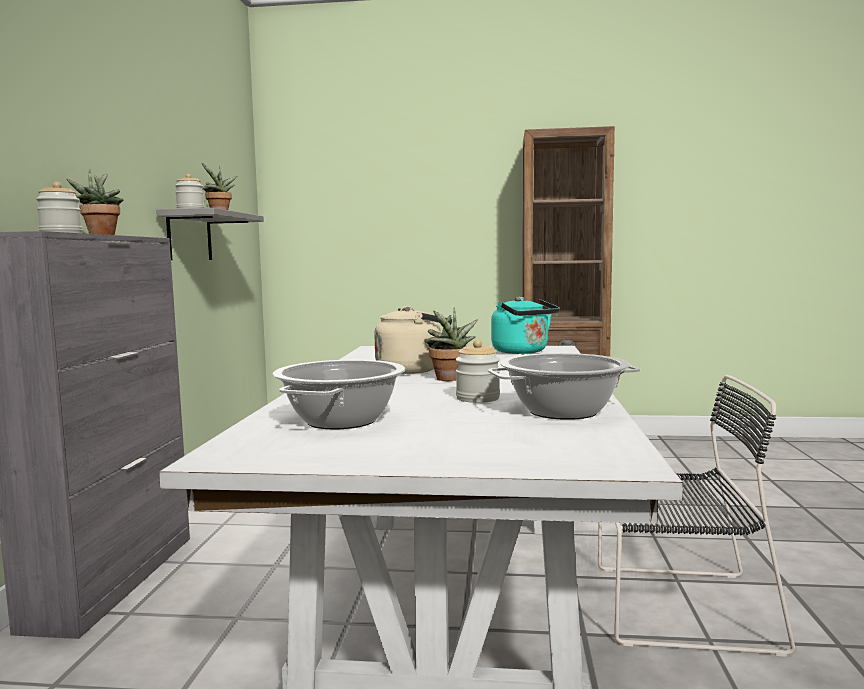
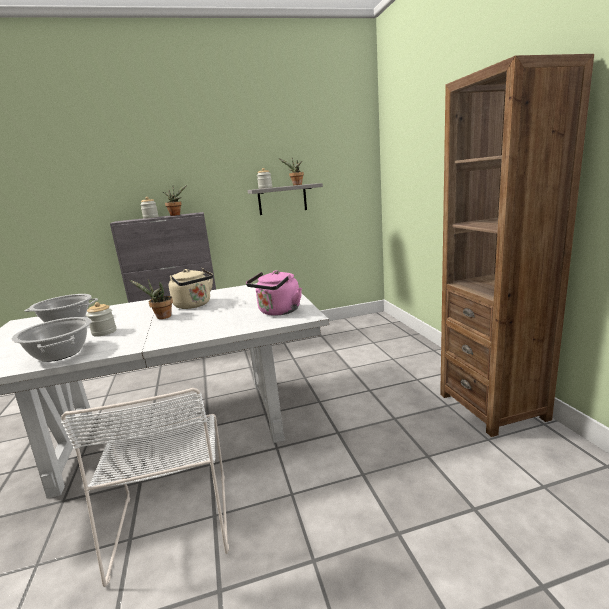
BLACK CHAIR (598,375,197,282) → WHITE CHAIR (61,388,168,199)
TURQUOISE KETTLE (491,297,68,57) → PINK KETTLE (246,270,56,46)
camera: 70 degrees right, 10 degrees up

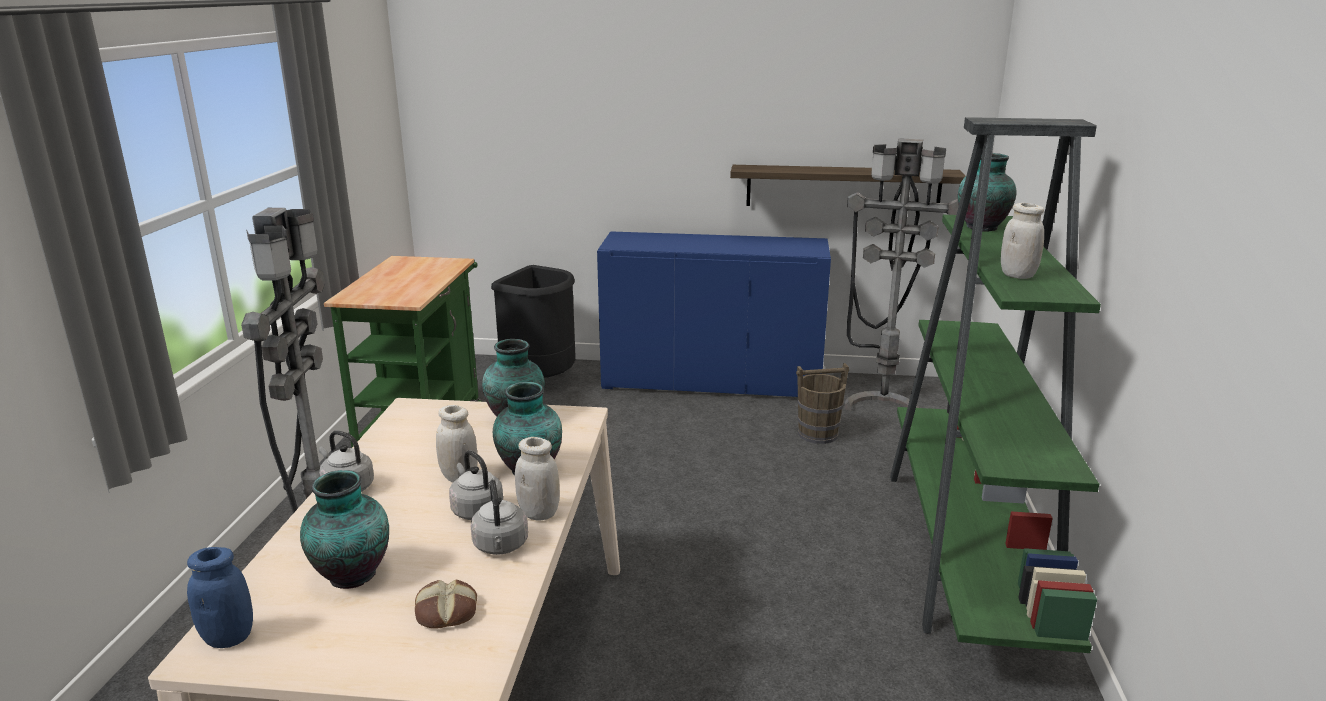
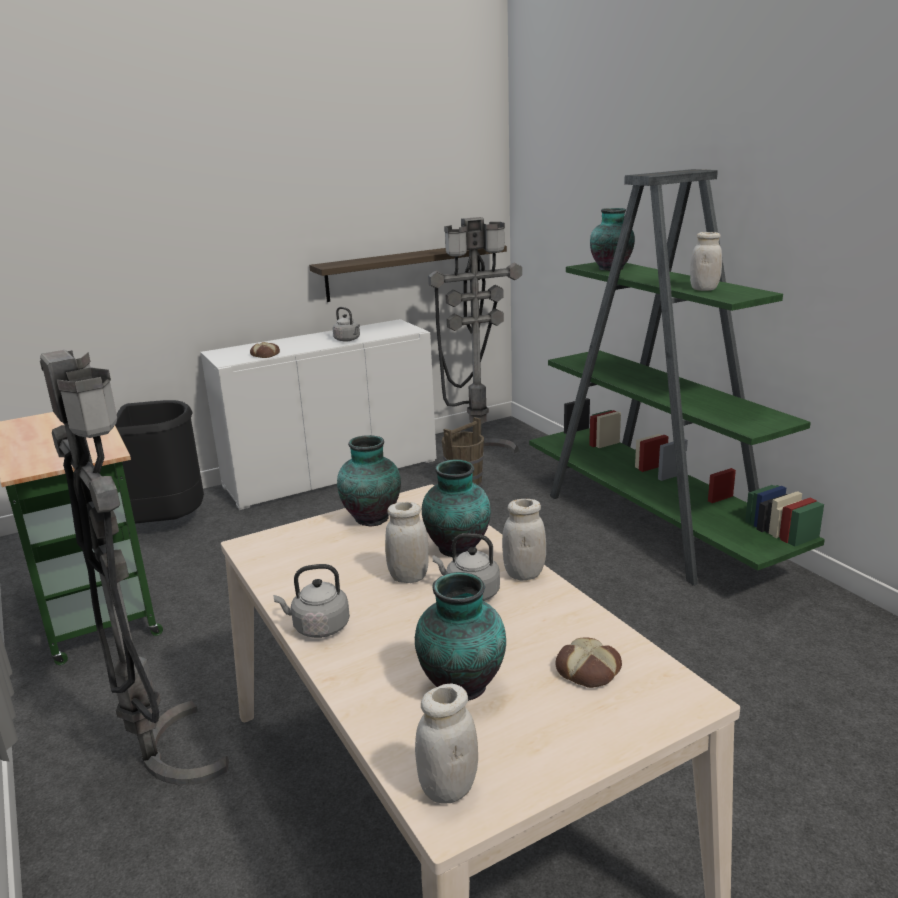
BLUE CABINET (597,231,234,166) → WHITE CABINET (200,319,237,191)
- → BREAD (250,342,30,16)
GREY KETTLE (471,479,57,76) → GREY KETTLE (333,307,27,35), shifted
BLUE JAR (187,547,66,101) → WHITE JAR (415,684,63,120)
camera: 35 degrees left, 0 degrees up

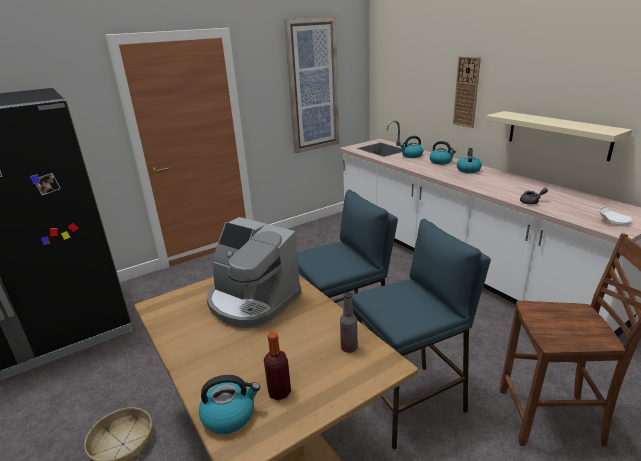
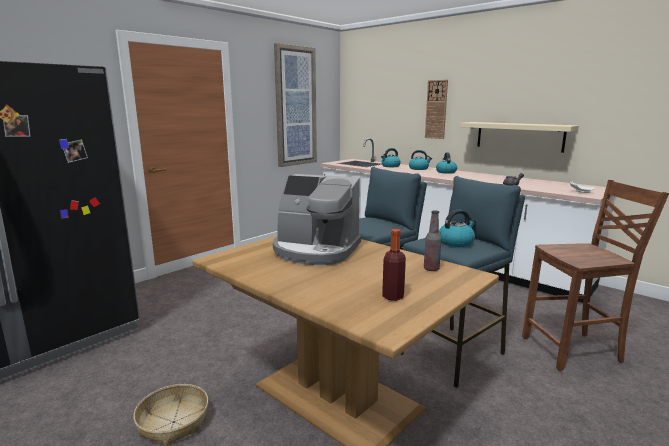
KETTLE (199,375,61,59) → KETTLE (439,210,37,37), shifted
camera: 15 degrees left, 10 degrees down

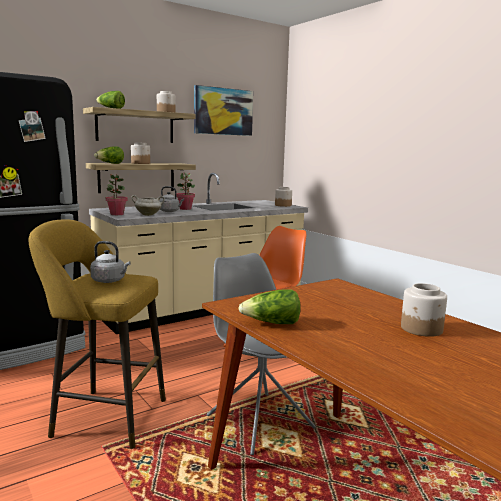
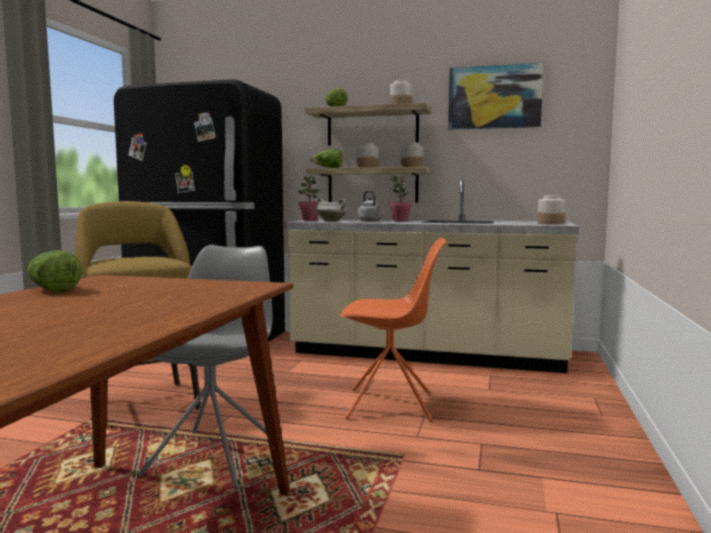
JAR (401,283,46,54) → JAR (401,142,22,25), shifted
GREY KETTLE (90,241,40,42) → -
camera: 50 degrees right, 5 degrees down

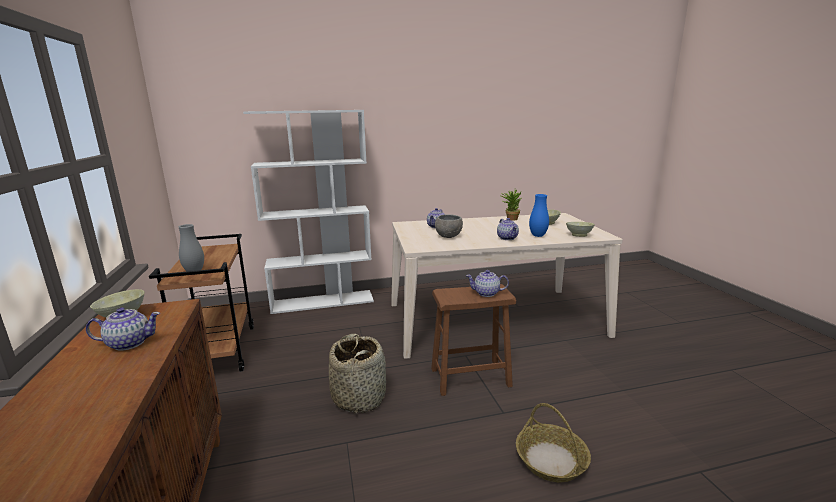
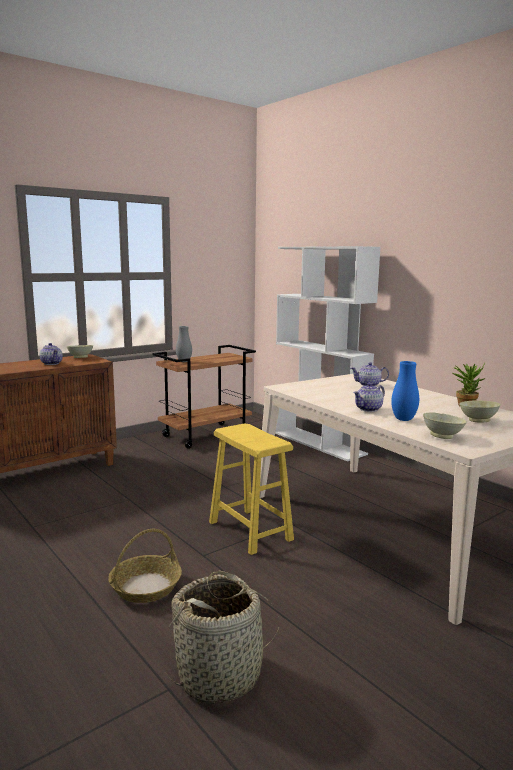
BASKET (329,334,57,80) → BASKET (166,571,113,133), shifted
BROWN STOOL (431,284,85,112) → YELLOW STOOL (209,423,85,132)
GREY BOWL (435,214,28,24) → -
TEAPOT (466,270,43,27) → -
camera: 65 degrees right, 5 degrees down

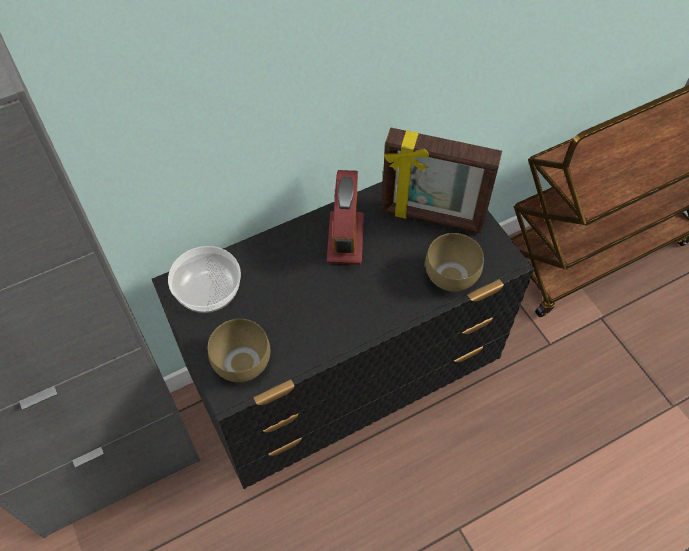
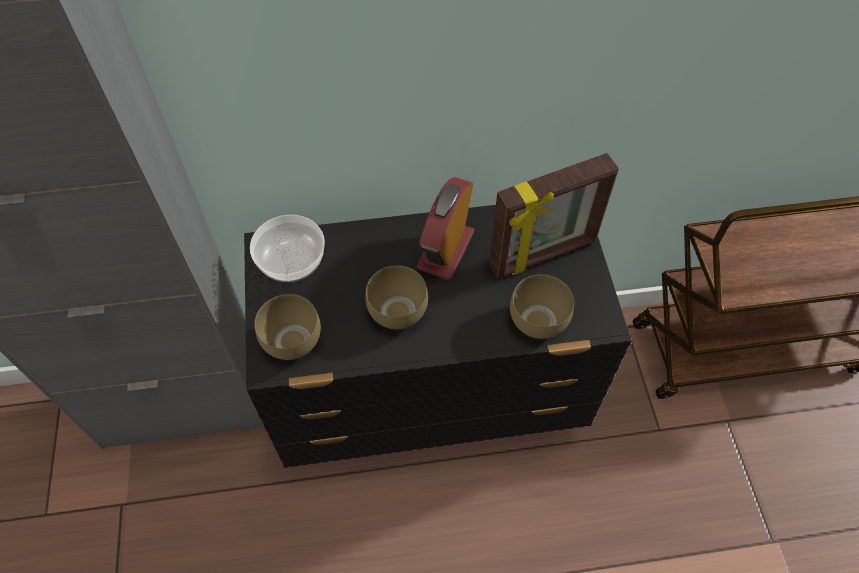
- → BROWN BOWL (365,265,63,64)
PICTURE FRAME (381,128,121,106) → PICTURE FRAME (489,153,130,126), 60 degrees counterclockwise
camera: 20 degrees right, 0 degrees up

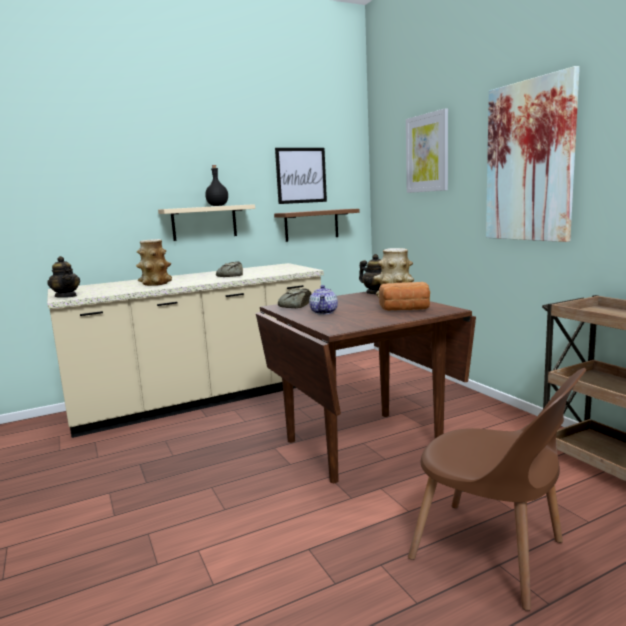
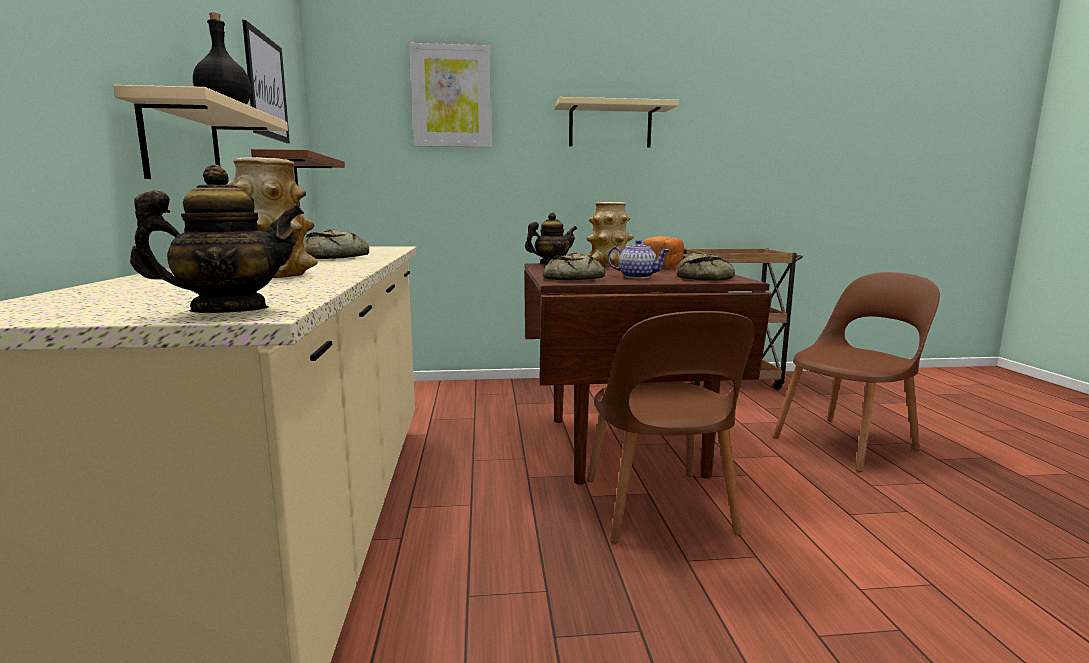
PICTURE (486,66,94,176) → BEIGE SHELF (554,97,125,51)
- → BROWN CHAIR (587,311,168,232)
- → BREAD (677,253,58,28)
camera: 70 degrees left, 0 degrees up

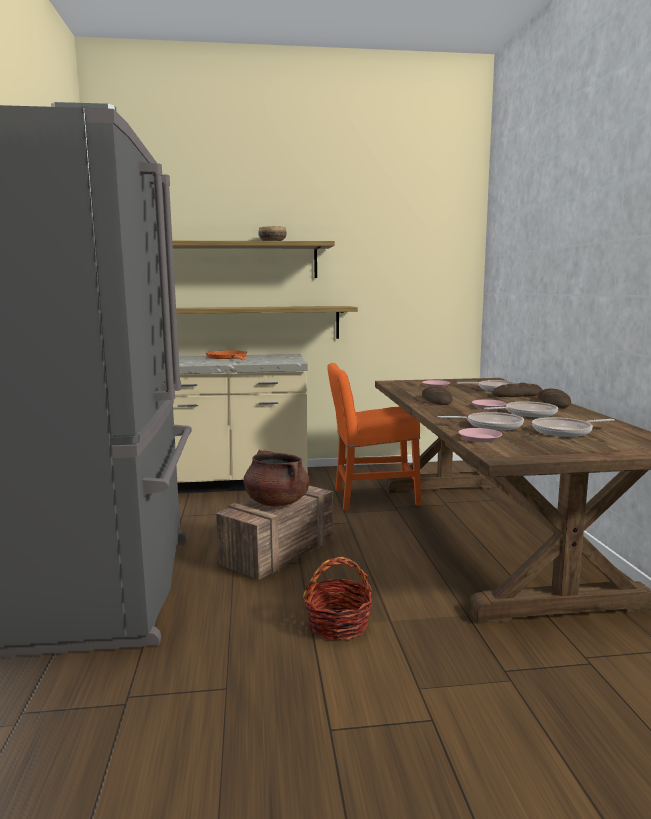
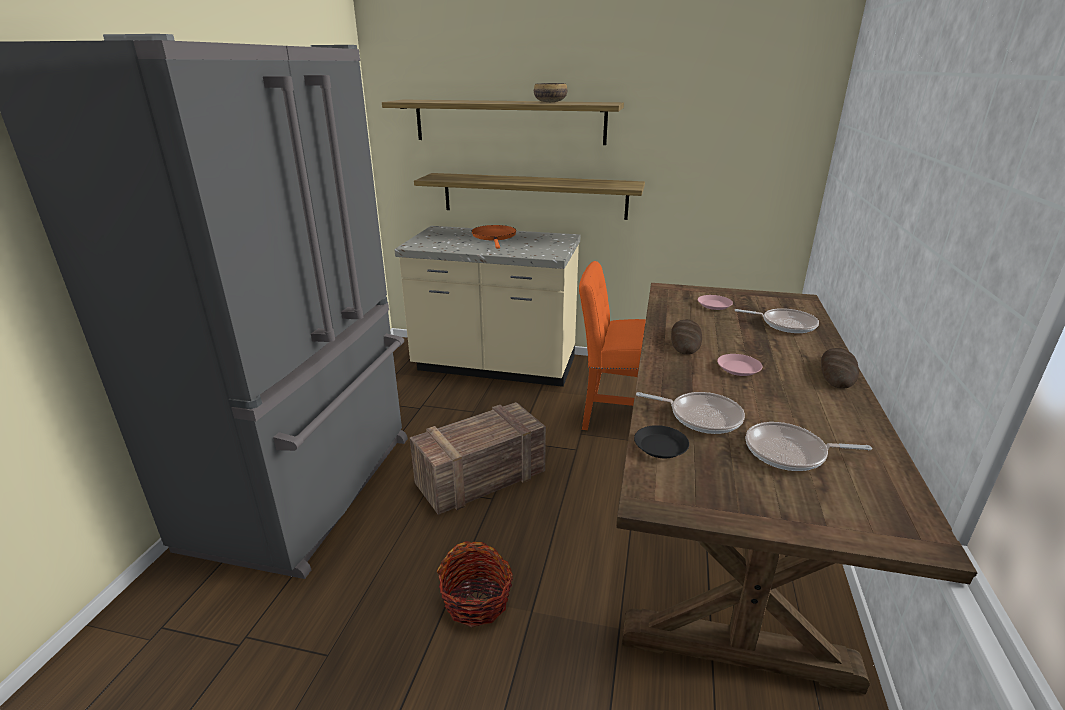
PINK PLATE (458,428,44,14) → BLACK PLATE (634,425,55,33)
BROWN COOKING POT (243,450,66,56) → -
FRYING PAN (484,401,74,16) → -
BREAD (492,383,50,14) → -
camera: 20 degrees right, 15 degrees up

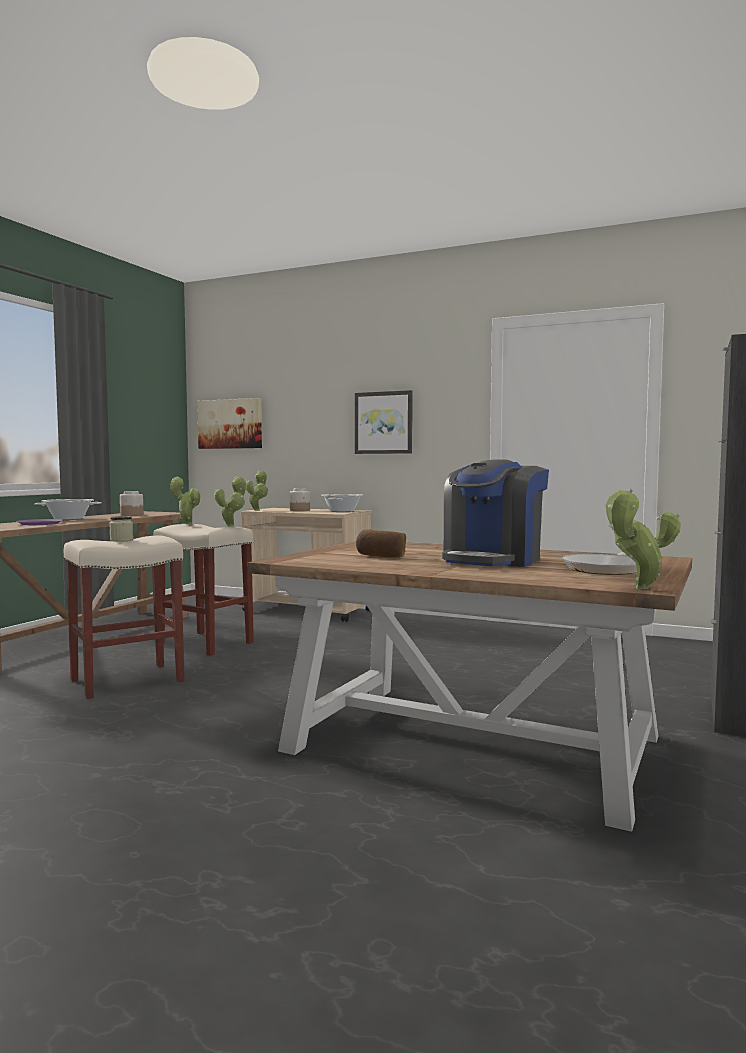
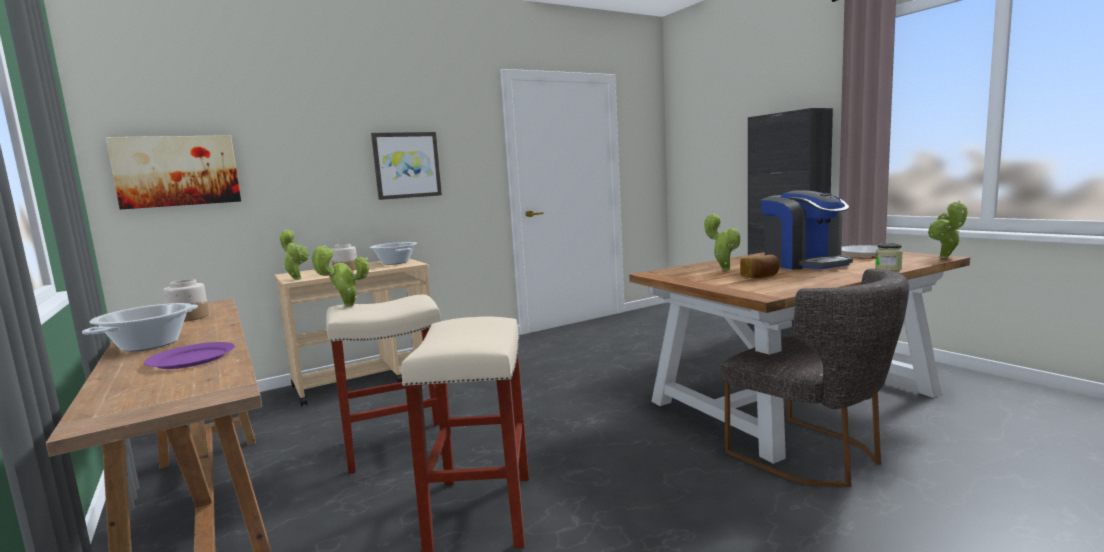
POTTED PLANT (214,477,32,50) → POTTED PLANT (704,213,36,57), shifted
- → GREY CHAIR (721,269,188,218)
JAR (109,516,24,26) → JAR (875,243,28,28), shifted
camera: 55 degrees left, 5 degrees up

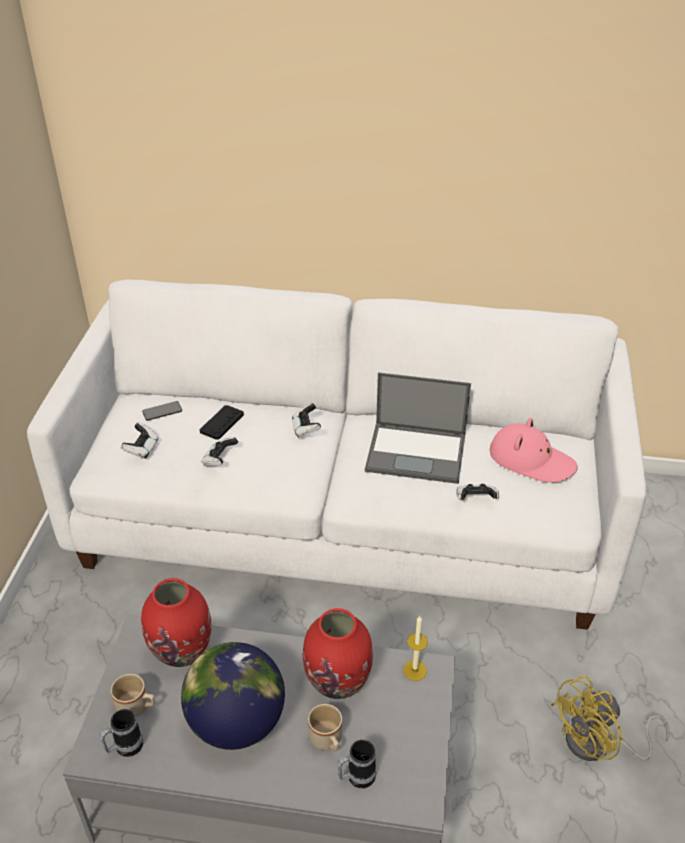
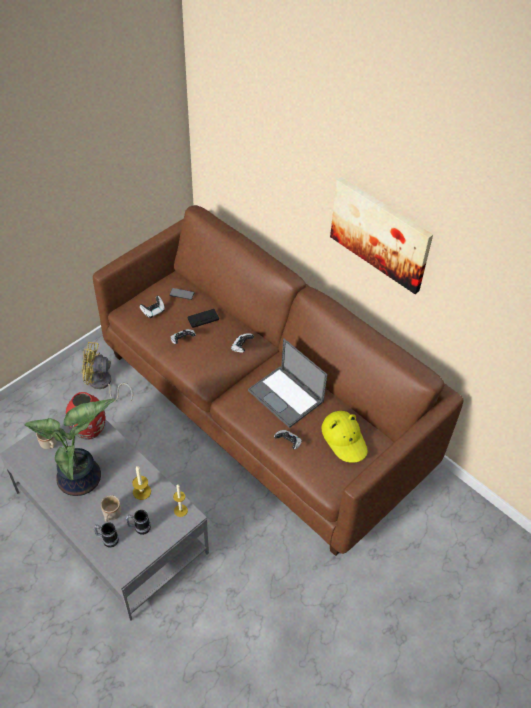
GLOBE (181,642,104,108) → POTTED PLANT (25,399,90,97)
YELLOW FAN (550,675,120,86) → YELLOW FAN (82,342,51,59), shifted
WHITE SOFA (27,280,619,350) → BROWN SOFA (93,205,371,351)
MUG (100,709,43,48) → MUG (126,510,25,25), shifted
RED VASE (303,608,70,91) → CANDLE (132,466,19,34)
PINK HAT (490,418,88,65) → YELLOW HAT (322,411,46,52)
- → PICTURE (330,177,103,117)
camera: 35 degrees right, 10 degrees up

